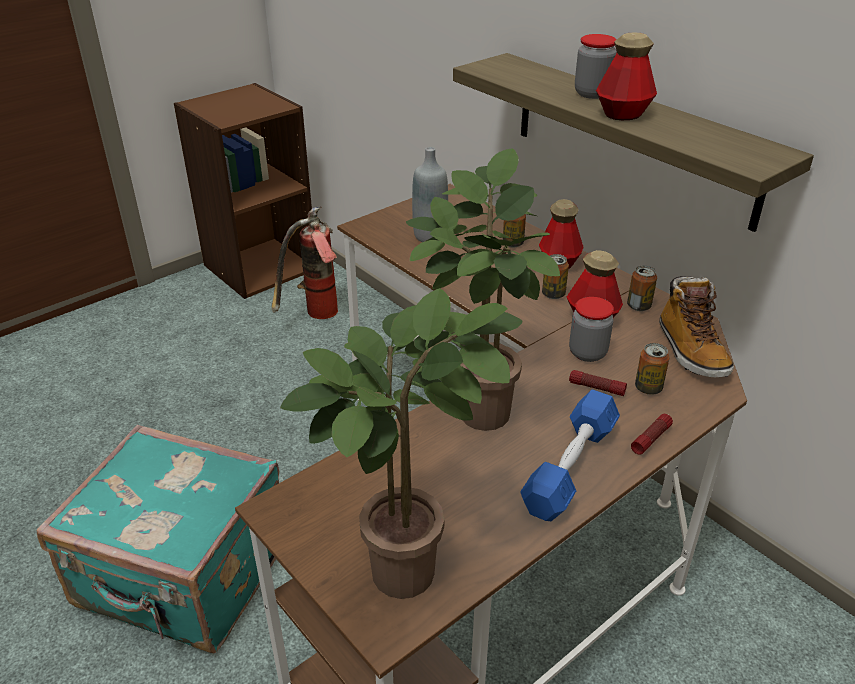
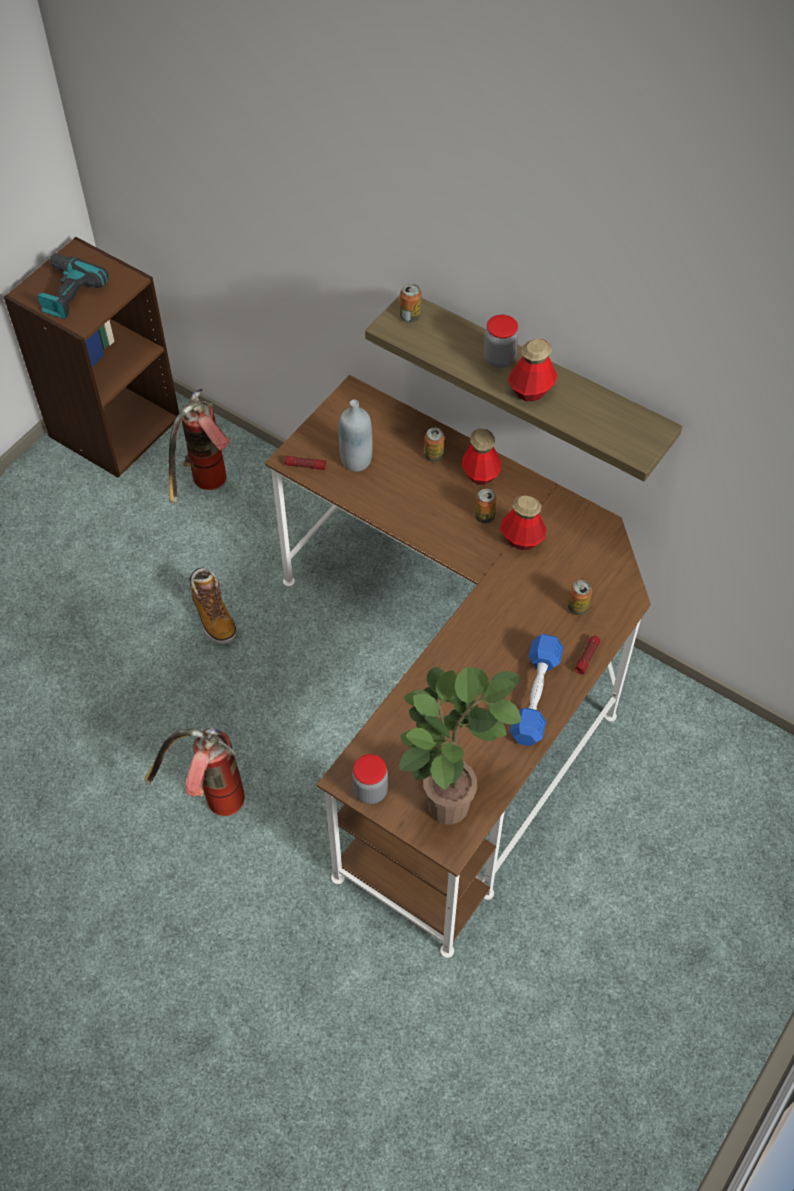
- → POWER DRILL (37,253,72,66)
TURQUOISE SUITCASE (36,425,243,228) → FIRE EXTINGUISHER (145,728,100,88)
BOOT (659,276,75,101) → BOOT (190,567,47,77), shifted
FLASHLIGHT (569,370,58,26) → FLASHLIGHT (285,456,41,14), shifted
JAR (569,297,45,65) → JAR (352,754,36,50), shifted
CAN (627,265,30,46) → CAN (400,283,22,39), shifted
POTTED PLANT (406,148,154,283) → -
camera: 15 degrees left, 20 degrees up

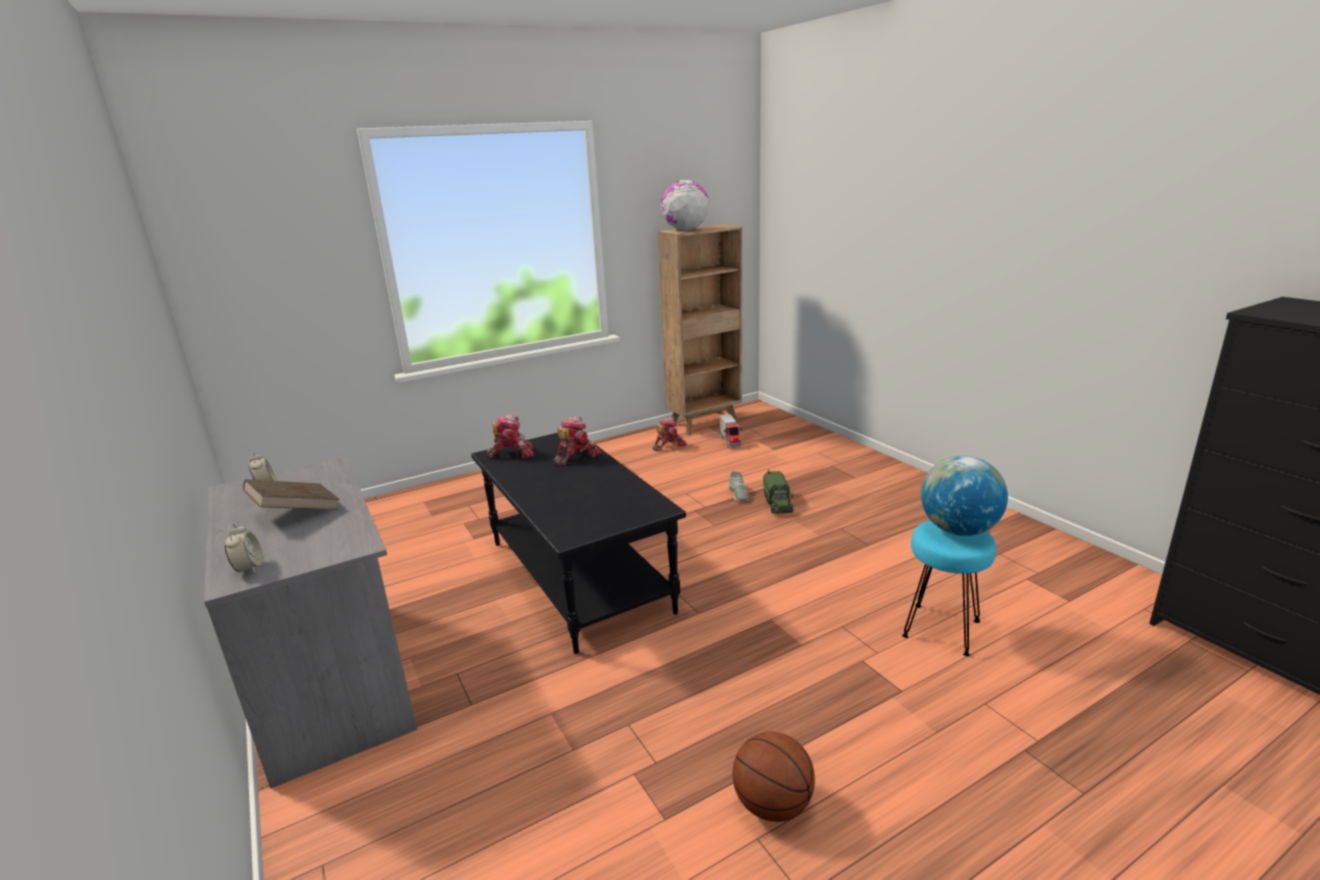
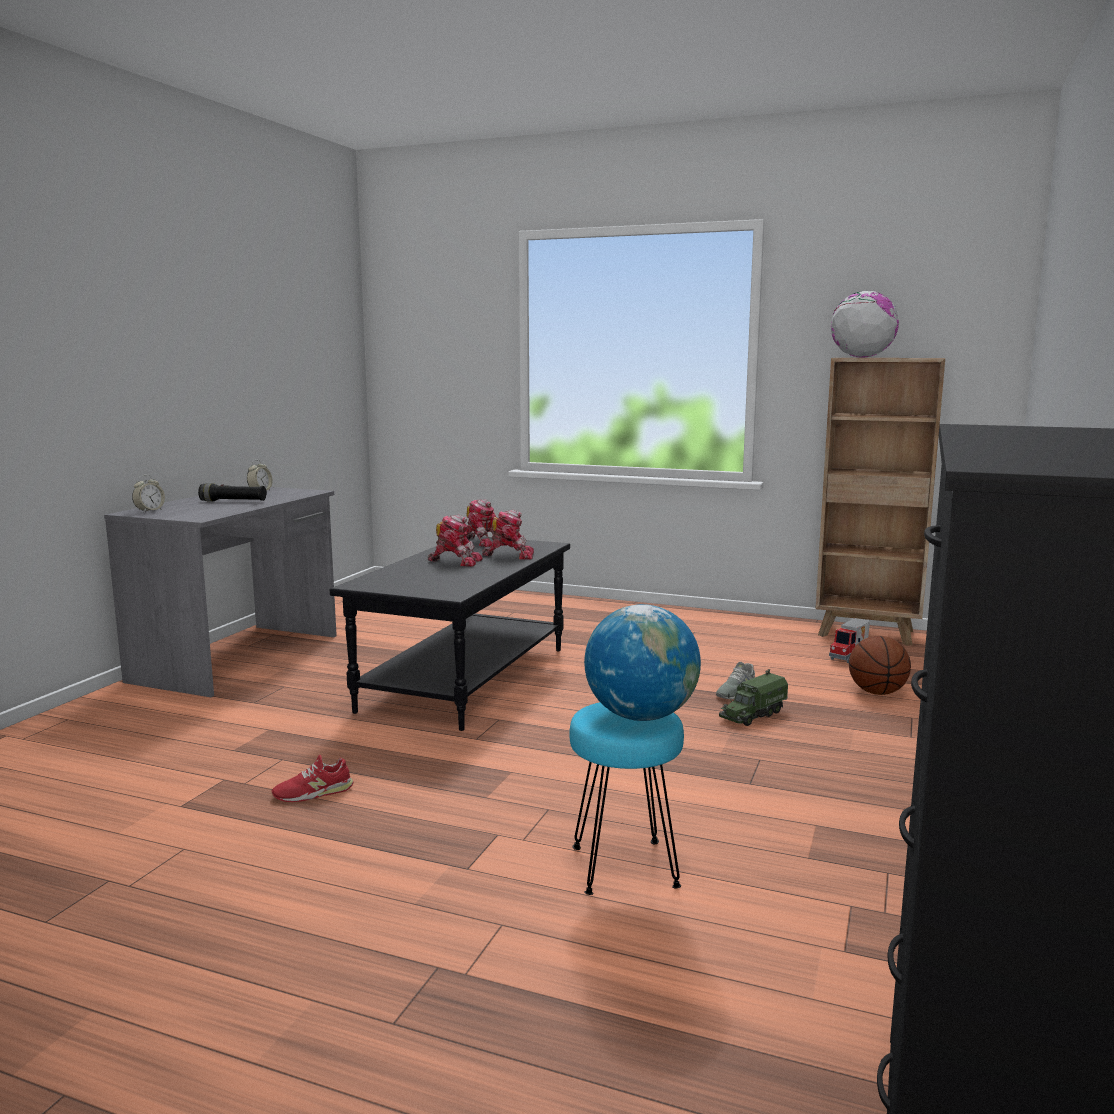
BROWN BOOK (243,479,97,31) → BLACK FLASHLIGHT (198,483,69,18)
- → RED SHOE (272,755,82,47)
TOY ROBOT (653,417,34,34) → TOY ROBOT (428,515,55,52), shifted
BASKETBALL (733,732,82,90) → BASKETBALL (849,636,62,59), shifted
camera: 50 degrees right, 10 degrees down

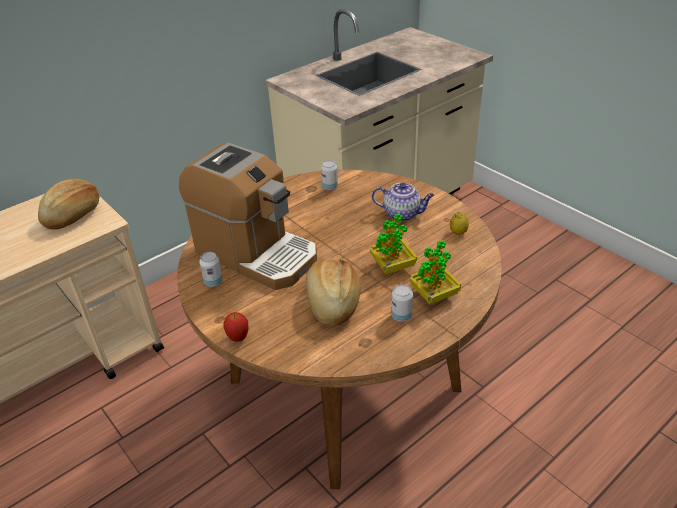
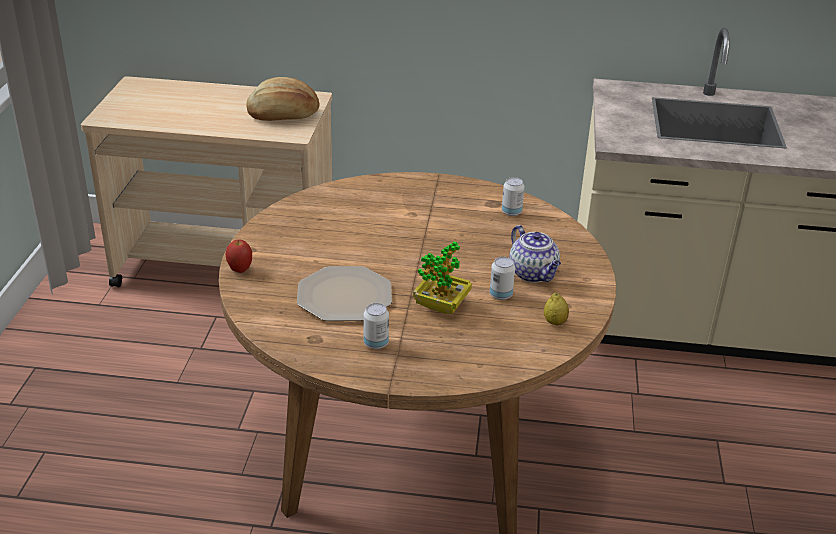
BREAD (306,259,54,67) → PLATE (297,266,95,55)
CAN (199,252,24,35) → CAN (490,257,25,43), shifted
COFFEE MACHINE (179,142,138,148) → -
POTTED PLANT (410,240,51,65) → -
camera: 45 degrees right, 5 degrees down

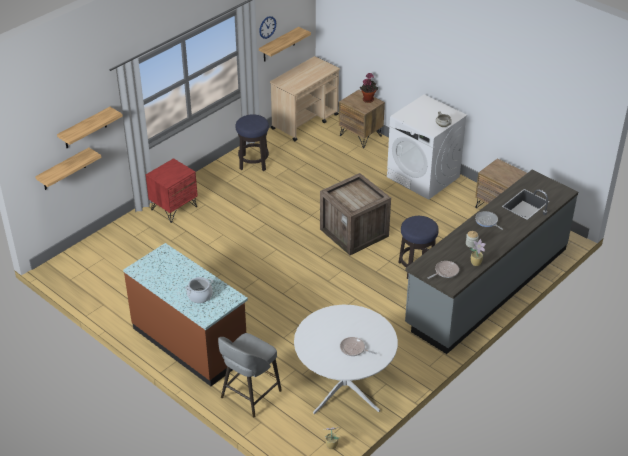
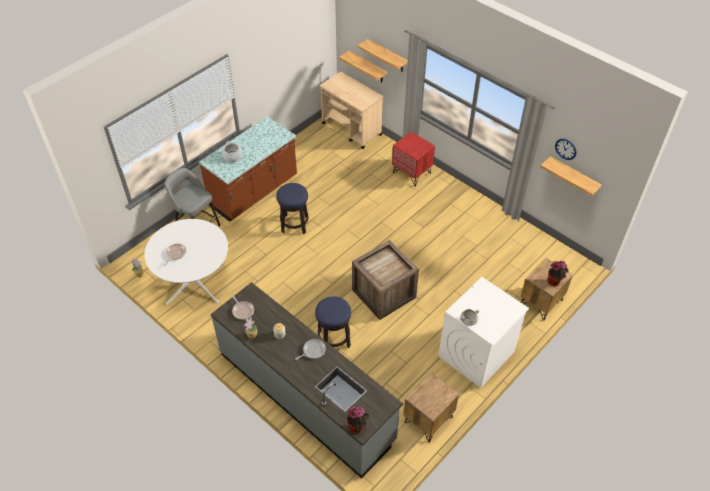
STOOL (236,114,33,57) → STOOL (276,183,32,51), shifted
BEIGE CART (270,56,70,85) → BEIGE CART (320,72,63,77), shifted
- → POTTED PLANT (347,406,22,28)
camera: 90 degrees right, 10 degrees up

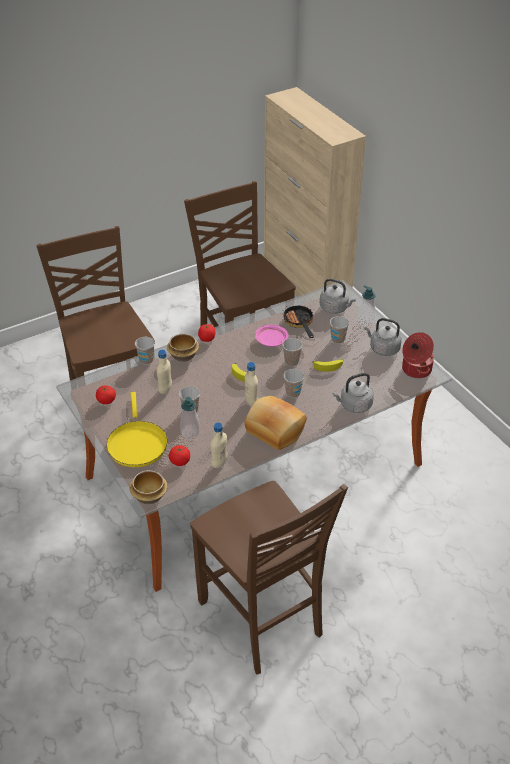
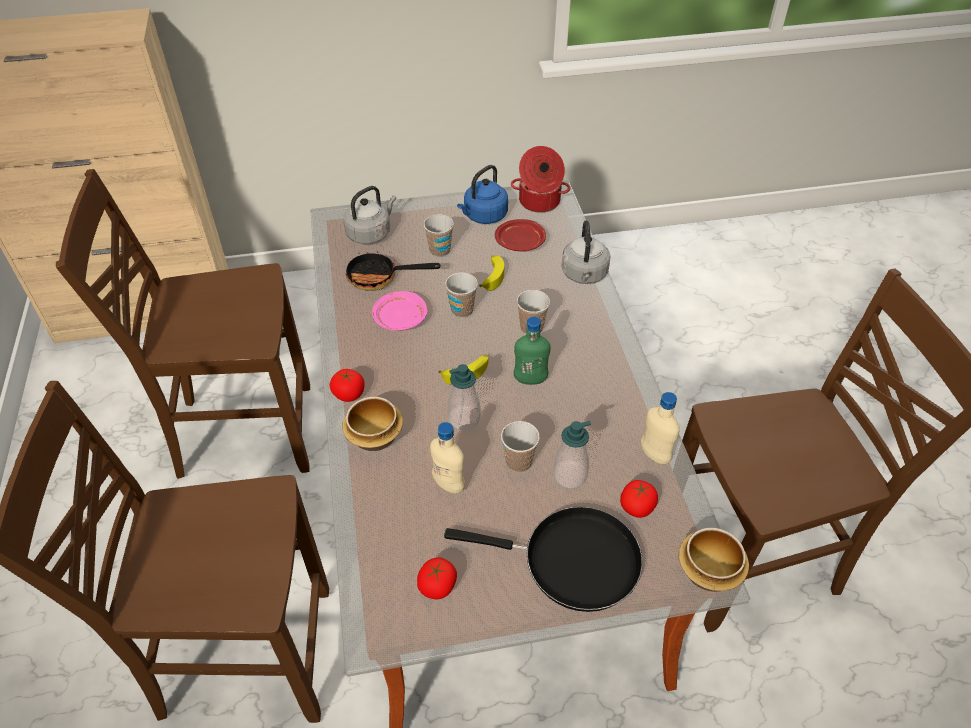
YELLOW FRYING PAN (106,392,62,75) → BLACK FRYING PAN (444,506,199,106)
SOAP DISPENSER (358,285,18,41) → SOAP DISPENSER (448,364,33,66), shifted
GREY KETTLE (365,318,37,38) → BLUE KETTLE (457,165,51,59)
- → RED PLATE (495,219,51,32)
BEIGE BOTTLE (245,362,13,44) → GREEN BOTTLE (514,316,37,68)
CUP (135,337,20,28) → -
BREAD (244,396,63,54) → -
camera: 70 degrees left, 5 degrees up

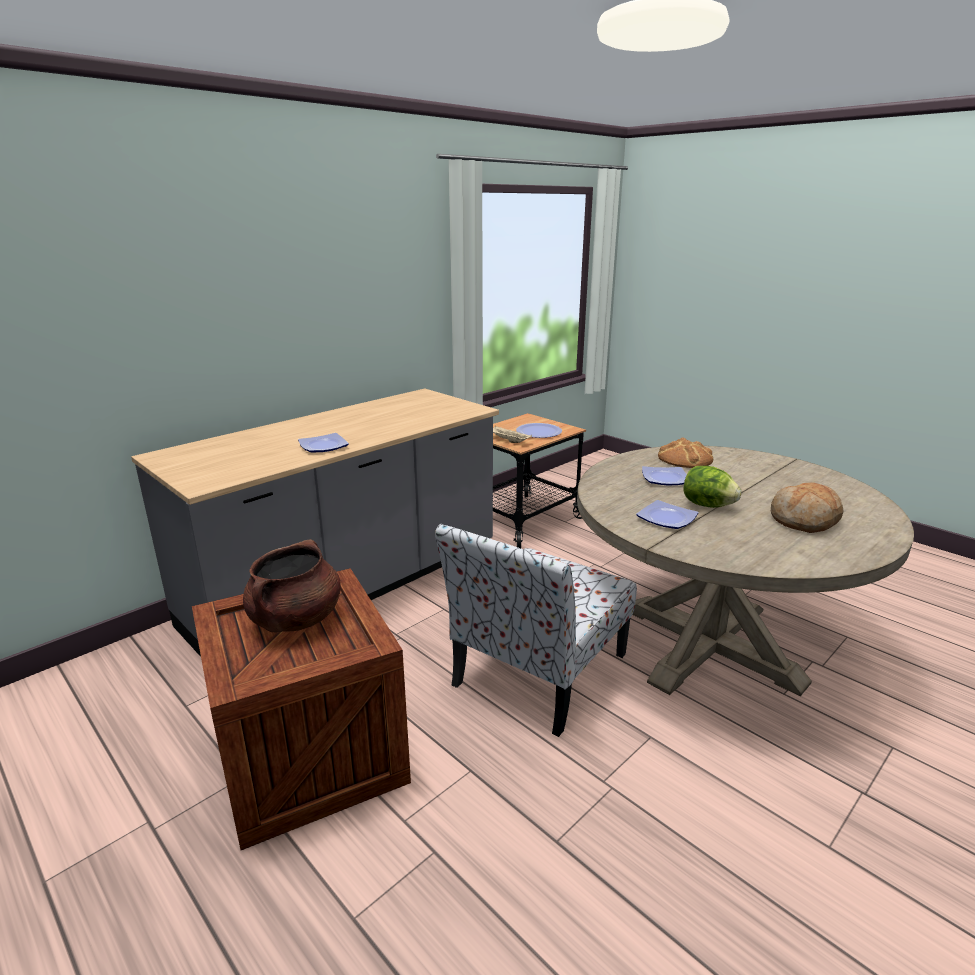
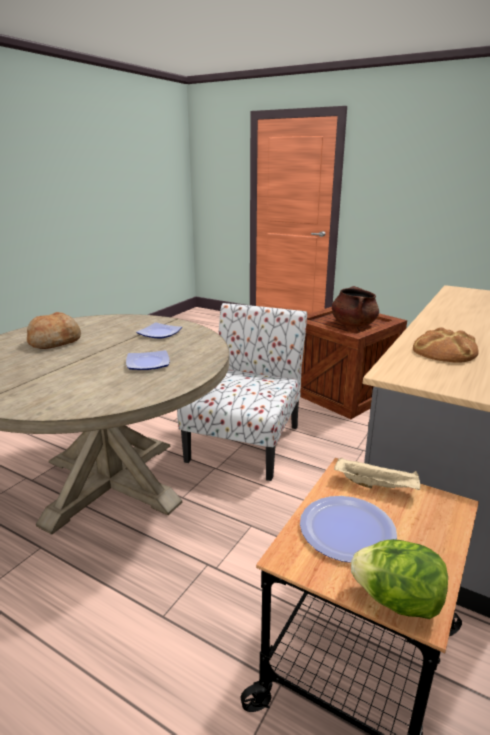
LETTUCE (684,466,58,42) → LETTUCE (351,539,97,80), shifted
BREAD (658,437,55,31) → BREAD (413,327,66,36), shifted
PLATE (298,433,51,19) → -
camera: 165 degrees right, 0 degrees up

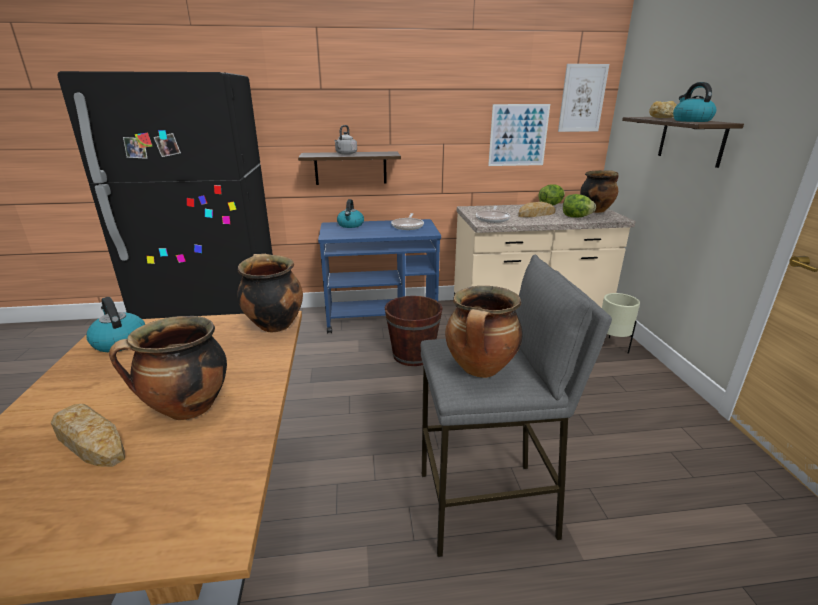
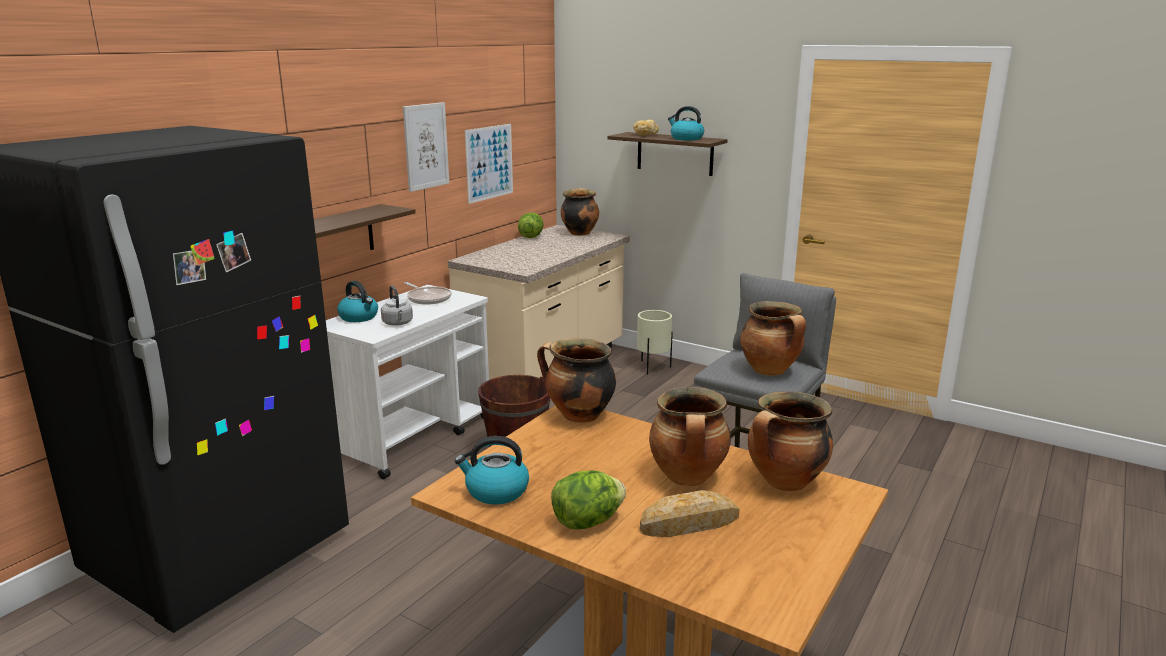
BLUE CART (318,219,123,114) → WHITE CART (326,285,163,194)
GREY KETTLE (335,125,22,30) → GREY KETTLE (381,286,32,40), shifted
PICTURE (558,64,51,68) → PICTURE (403,102,46,90), shifted
LETTUCE (563,194,33,23) → LETTUCE (551,470,75,60), shifted
- → COOKING POT (748,391,85,100)
FRYING PAN (476,206,34,17) → -
BREAD (518,202,37,15) → -
camera: 50 degrees left, 5 degrees down

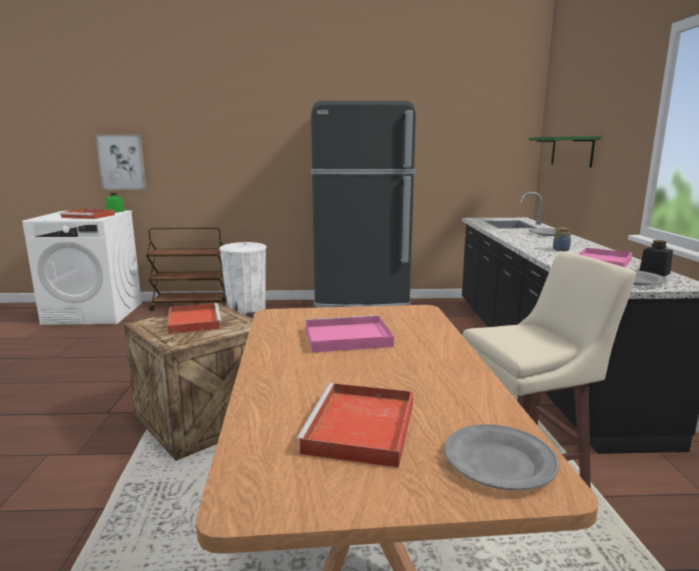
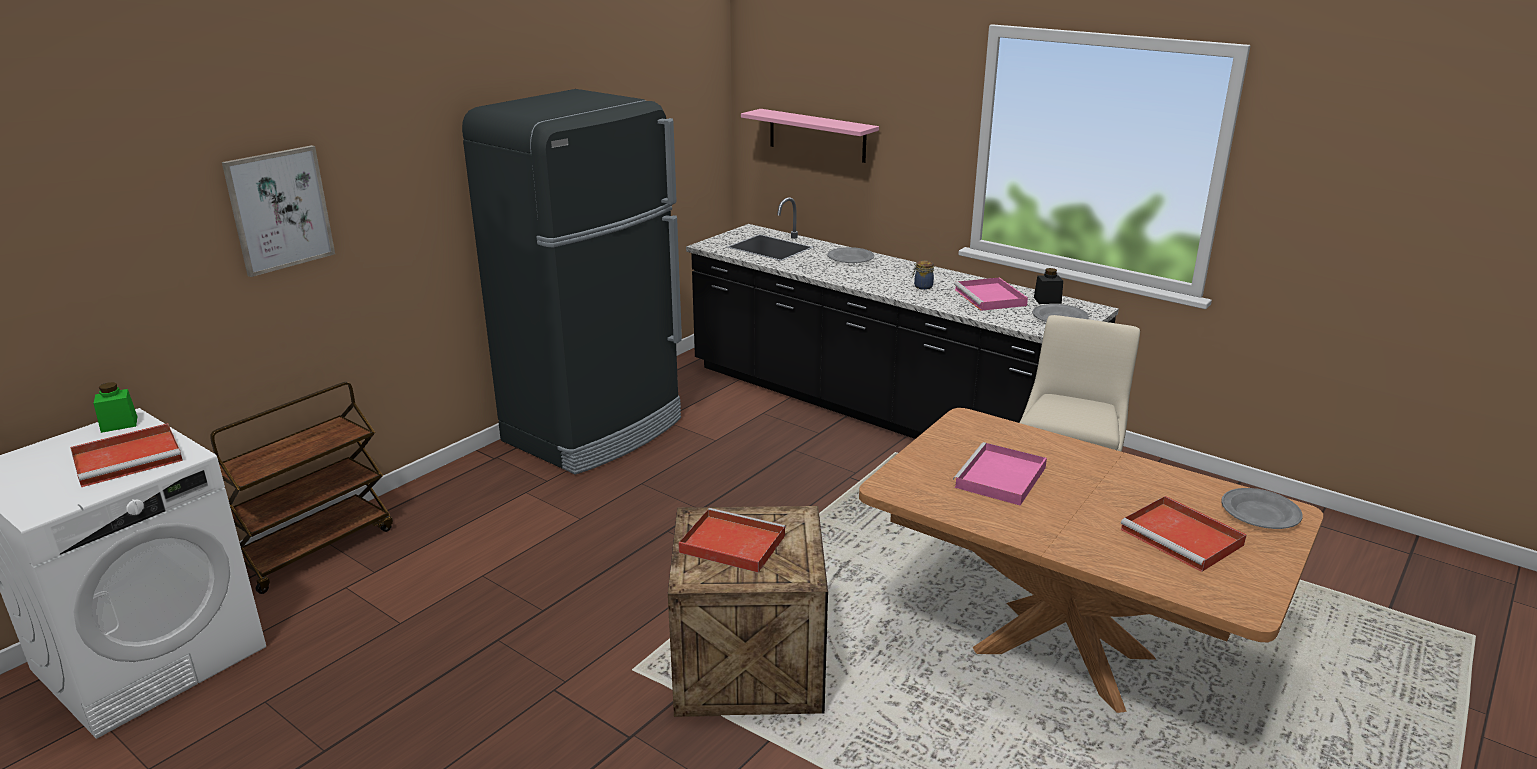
PICTURE (95,135,52,55) → PICTURE (222,145,113,132), shifted
GREEN SHELF (529,136,72,32) → PINK SHELF (741,109,138,54)
WHITE TRASH CAN (219,242,47,77) → -
camera: 50 degrees left, 10 degrees up

